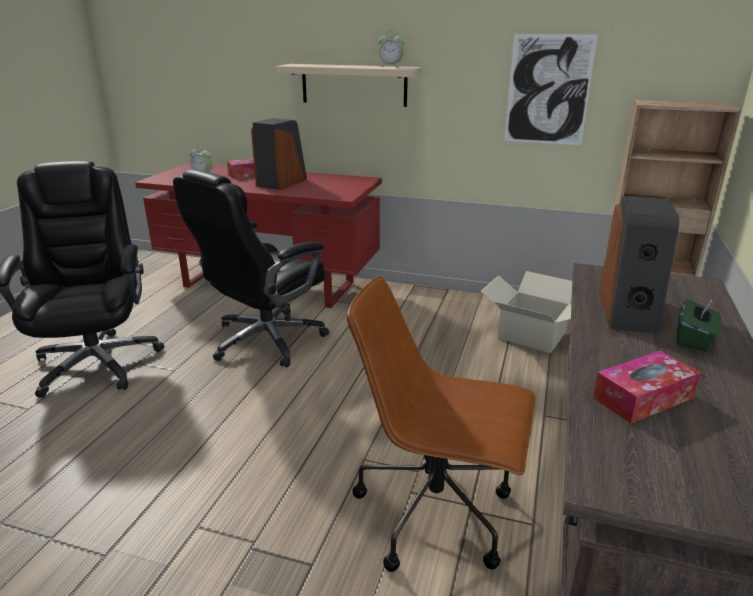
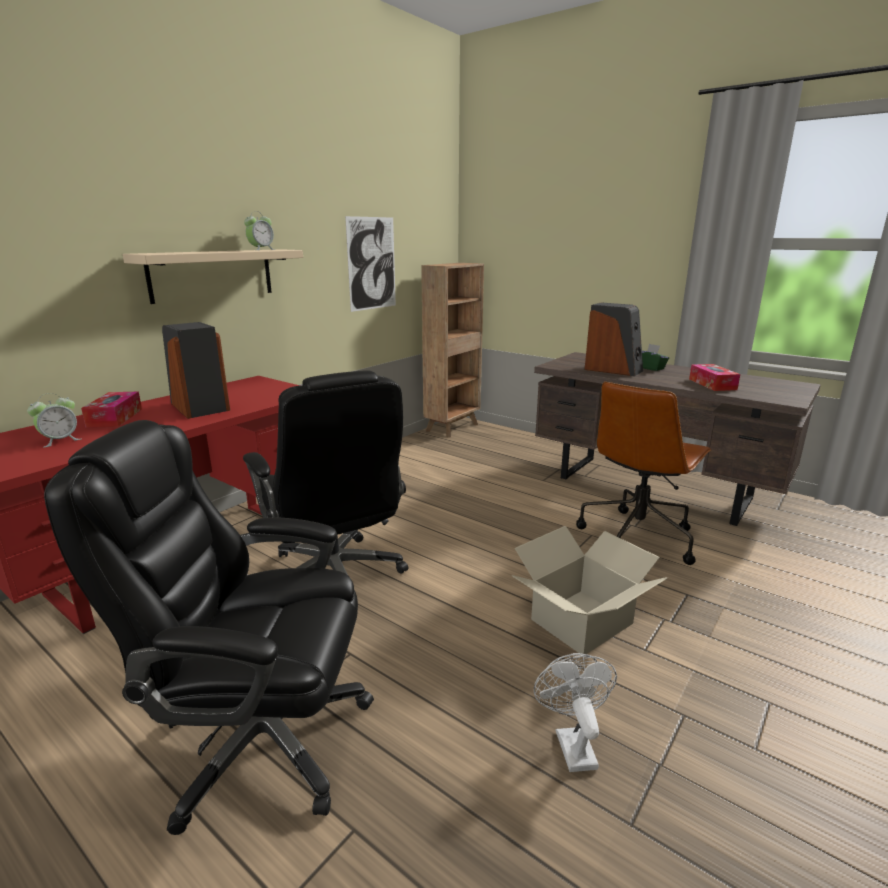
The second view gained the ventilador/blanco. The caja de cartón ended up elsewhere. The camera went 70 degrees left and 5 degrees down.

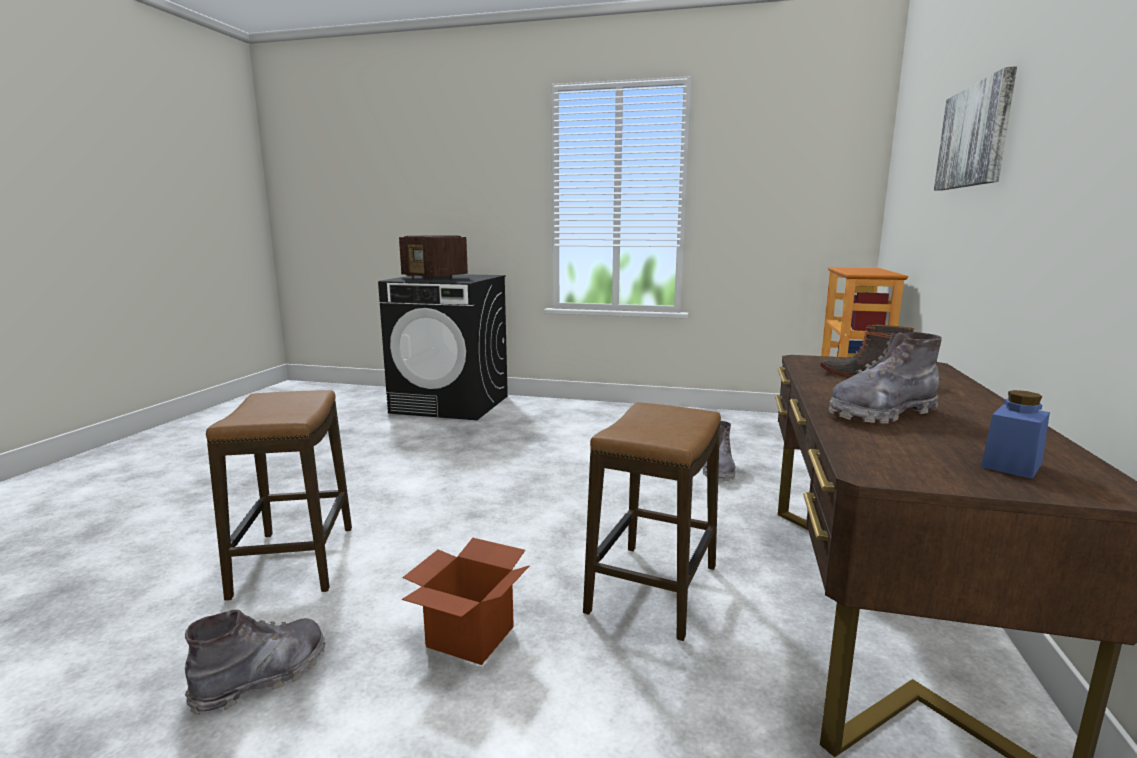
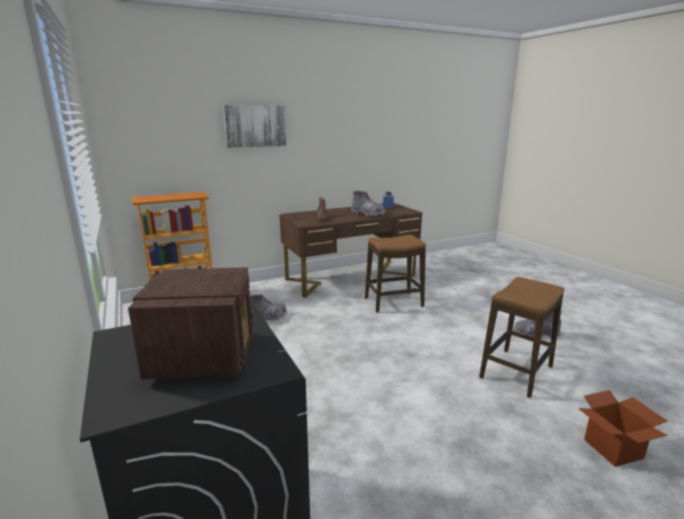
The caja de cartón ended up elsewhere. The camera went 130 degrees left and 5 degrees up.

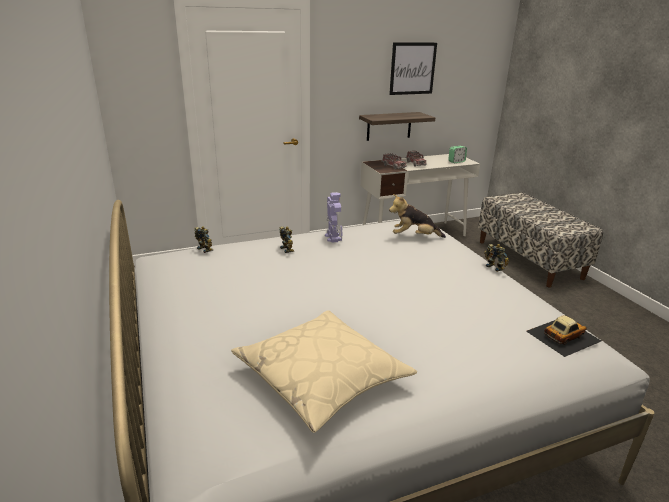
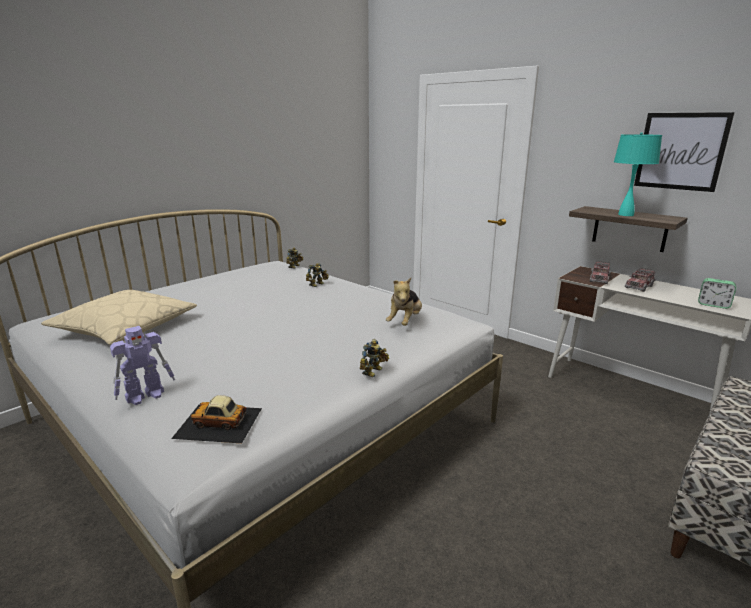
The second view gained the lámpara de mesa/turquesa. The robot de juguete (3rd from left in the first image) ended up elsewhere. The peluche ended up facing another way, 135 degrees counterclockwise from before. The coche de juguete ended up facing another way, 150 degrees clockwise from before. The camera went 65 degrees right and 5 degrees down.

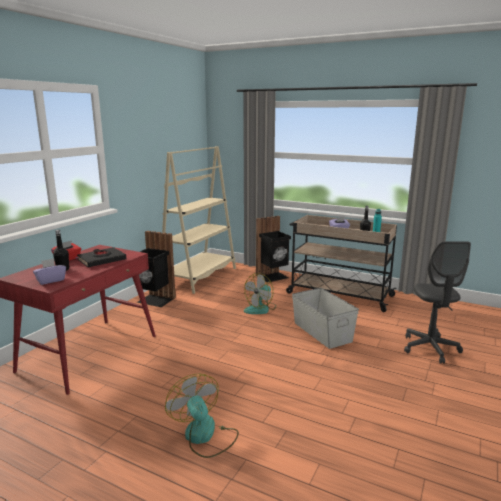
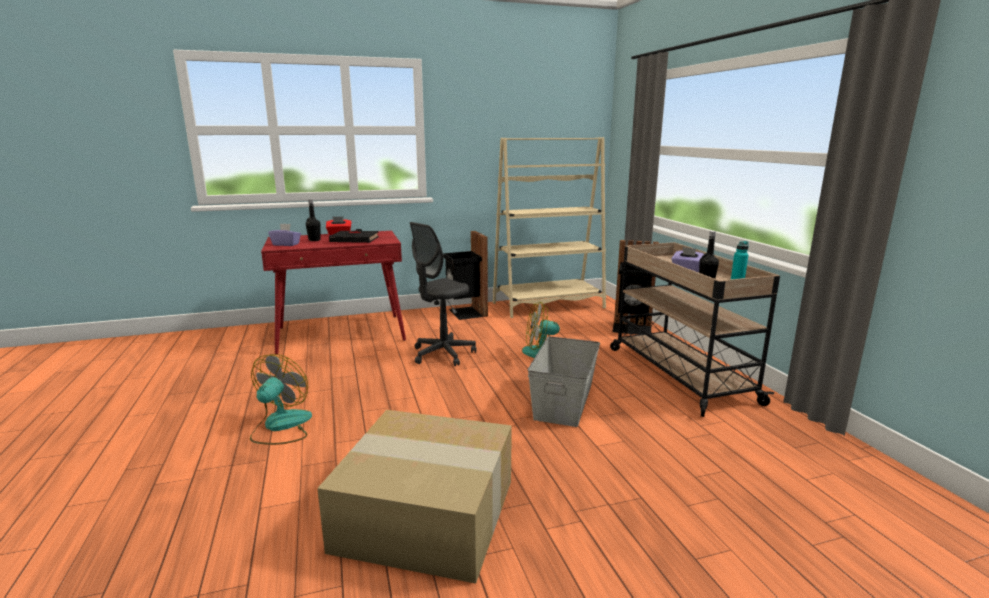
The second view gained the caja de cartón. The silla de oficina/gris ended up elsewhere. The camera went 45 degrees right and 0 degrees up.

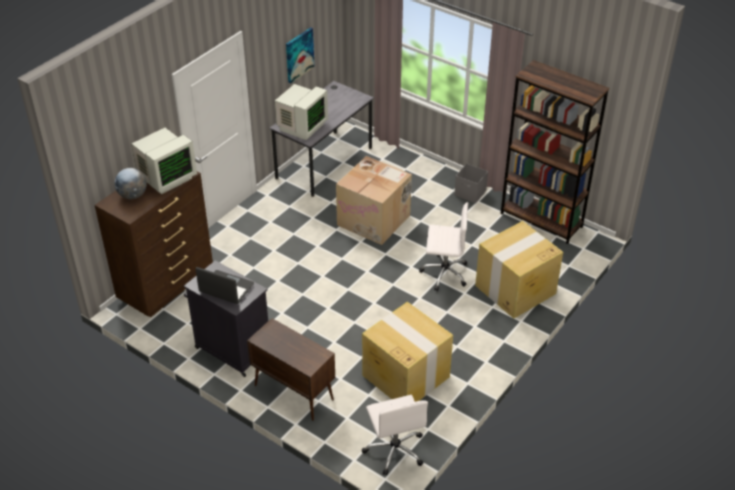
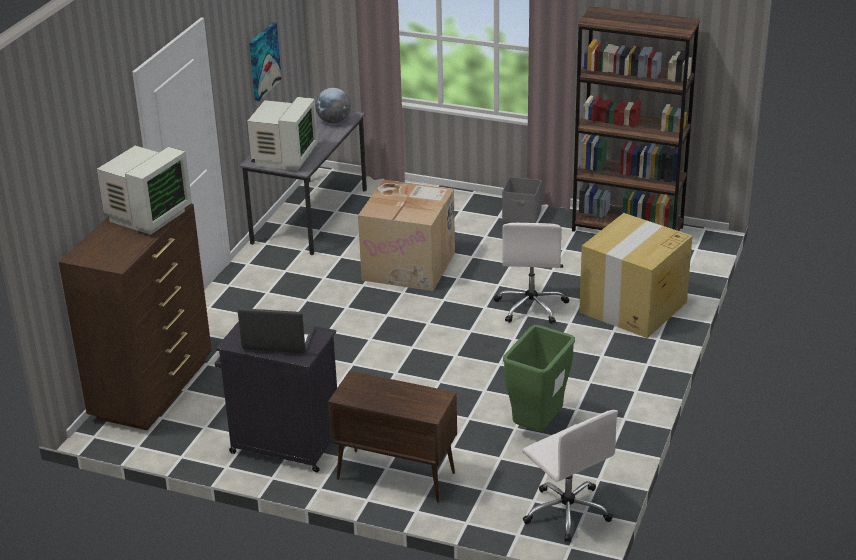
The globo terráqueo ended up elsewhere. Where the caja de cartón (2nd from left) stood, the papelera/verde came to stand. The silla de oficina/blanco (2nd from left in the first image) ended up facing another way, 105 degrees clockwise from before. The camera went 15 degrees left and 10 degrees down.

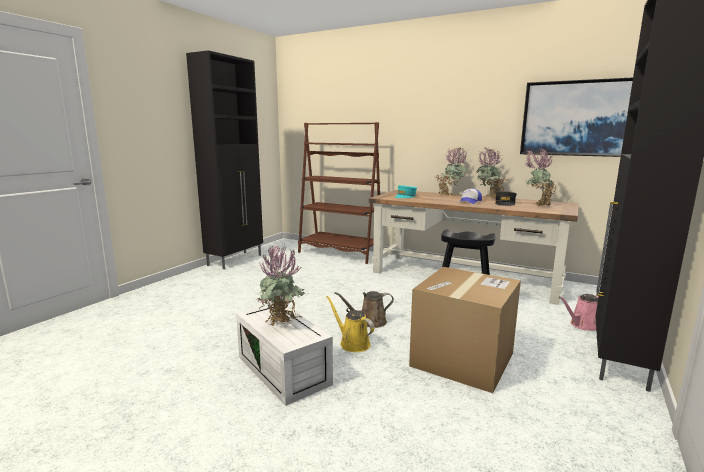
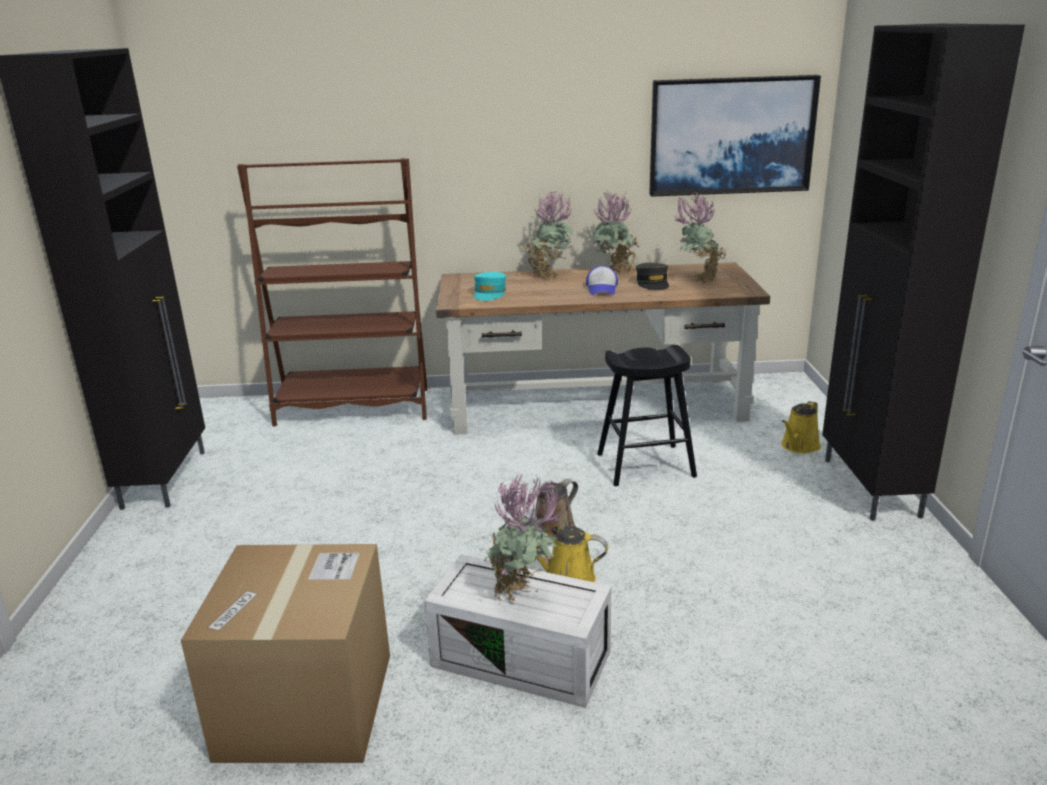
The caja de cartón ended up elsewhere. What was the regadera/rosa turned into the regadera/amarillo (2nd from left). The camera went 30 degrees left and 10 degrees up.

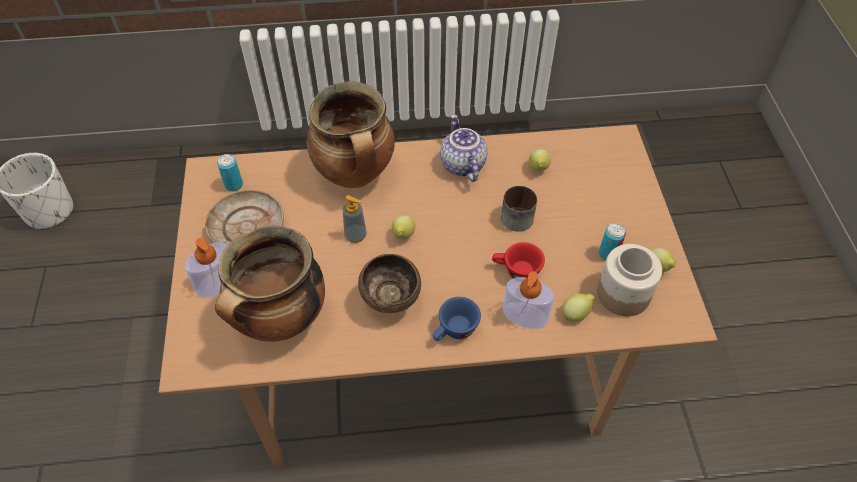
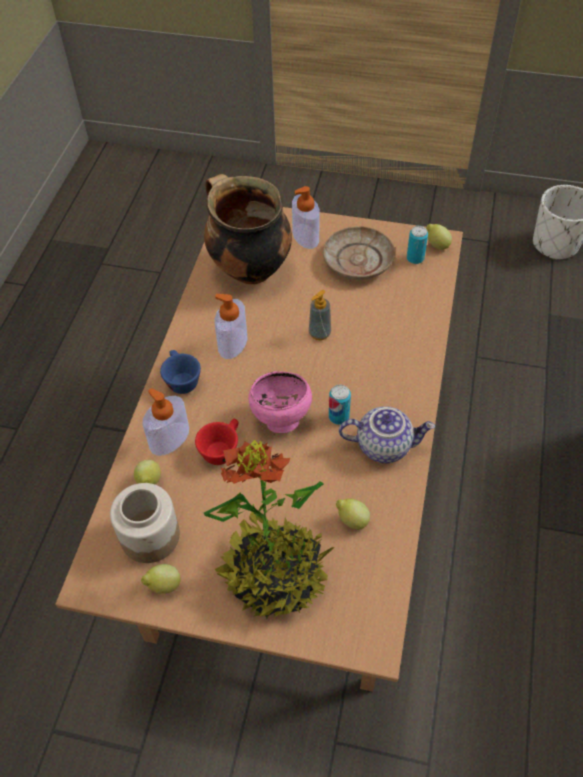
The second view lost the olla (2nd from left). The second view lost the taza grande. The second view gained the planta en maceta. The second view gained the cuenco/rosa. The limón (1st from left in the first image) ended up elsewhere. The lata (2nd from left in the first image) ended up elsewhere. Where the cuenco/marrón stood, the dispensador de jabón (2nd from left) came to stand. The camera went 110 degrees right and 0 degrees up.

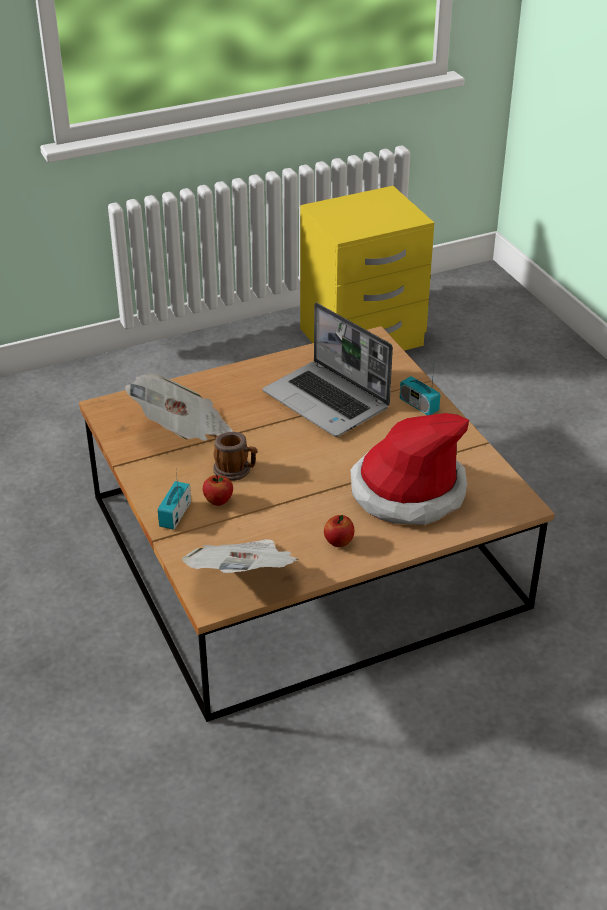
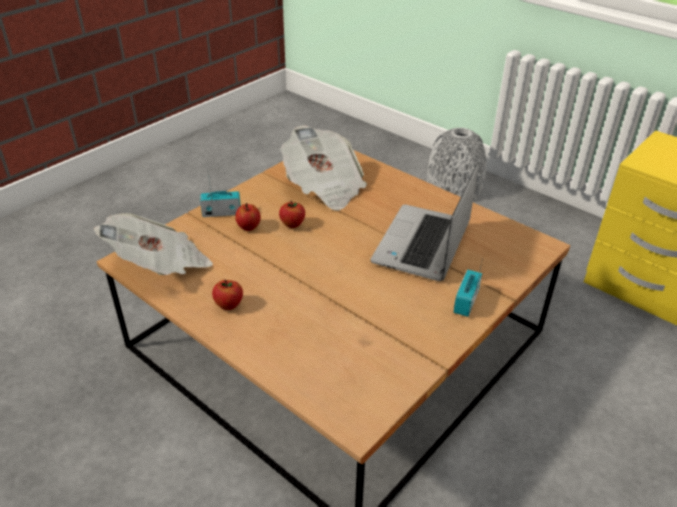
The second view lost the sombrero. The second view gained the florero/gris. Where the taza grande stood, the manzana (3rd from left) came to stand. The camera went 65 degrees right and 0 degrees up.

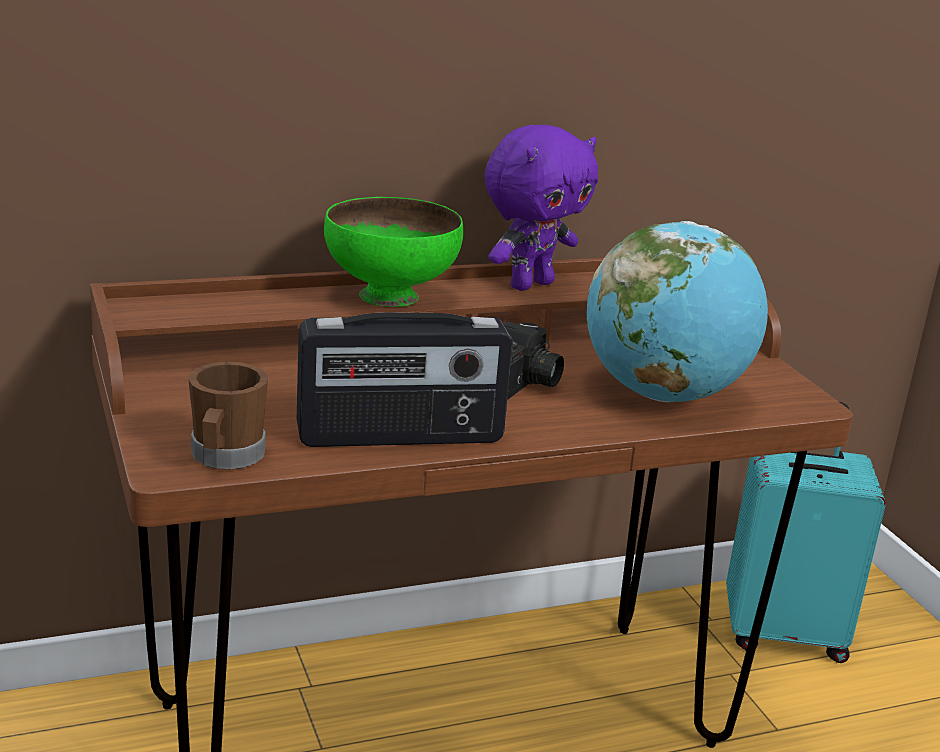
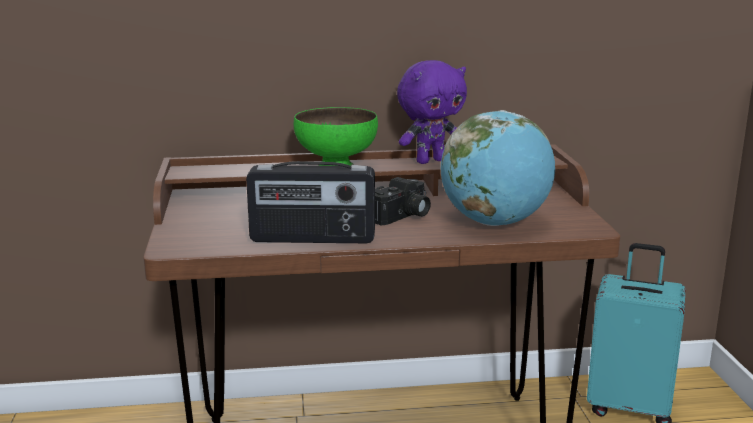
The second view lost the taza grande/marrón. The camera went 15 degrees right and 5 degrees down.

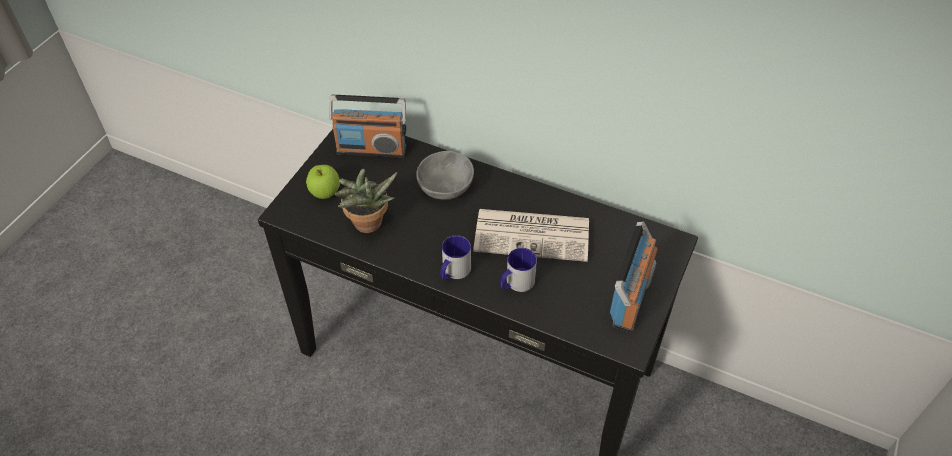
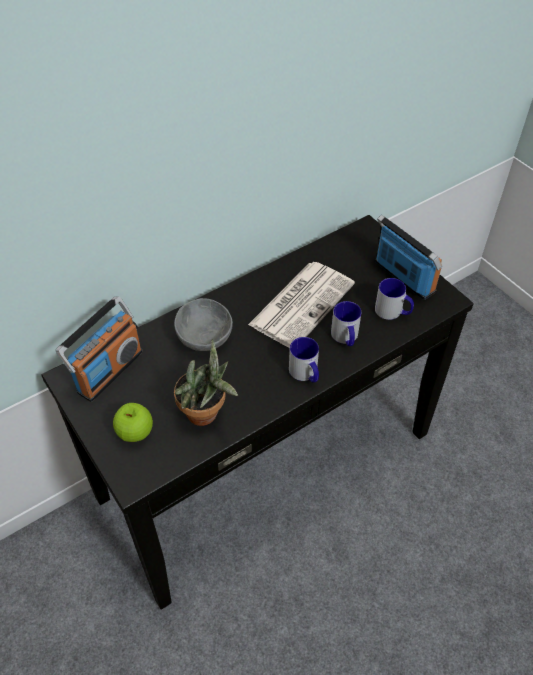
The second view gained the taza grande (3rd from left). The camera went 60 degrees left and 0 degrees up.

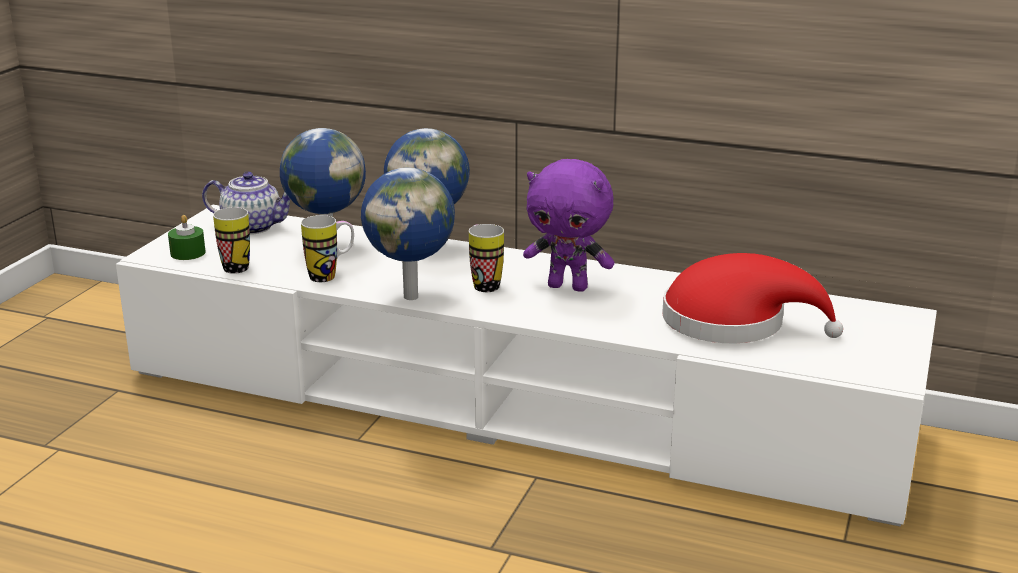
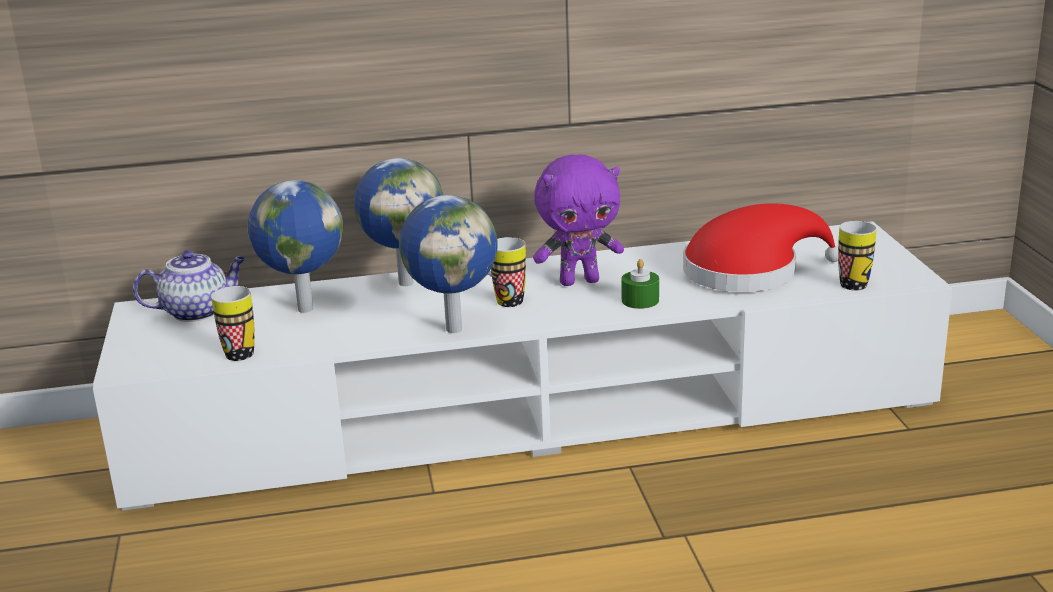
The vela/verde ended up elsewhere. The taza grande (2nd from left in the first image) ended up elsewhere. The camera went 30 degrees left and 0 degrees up.

